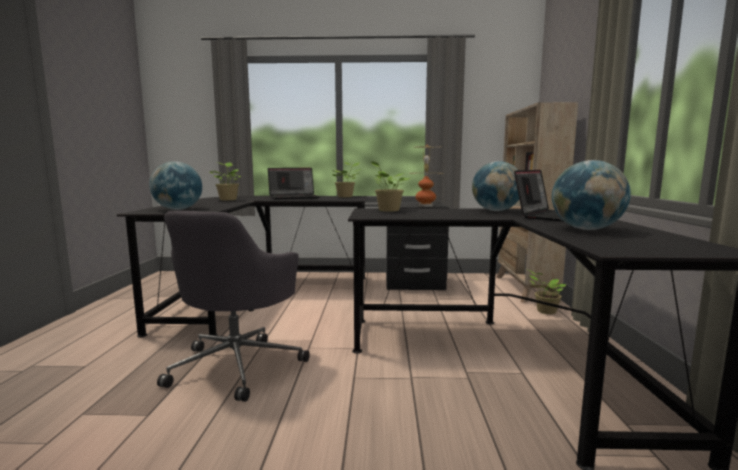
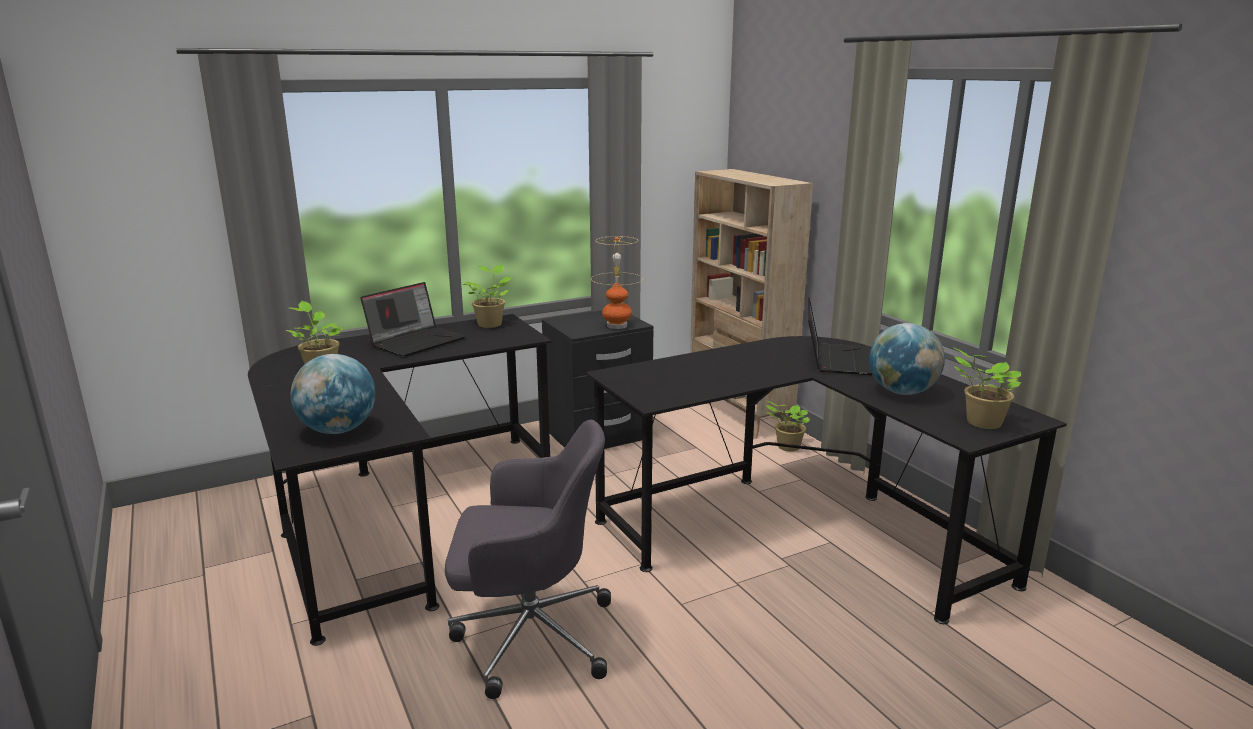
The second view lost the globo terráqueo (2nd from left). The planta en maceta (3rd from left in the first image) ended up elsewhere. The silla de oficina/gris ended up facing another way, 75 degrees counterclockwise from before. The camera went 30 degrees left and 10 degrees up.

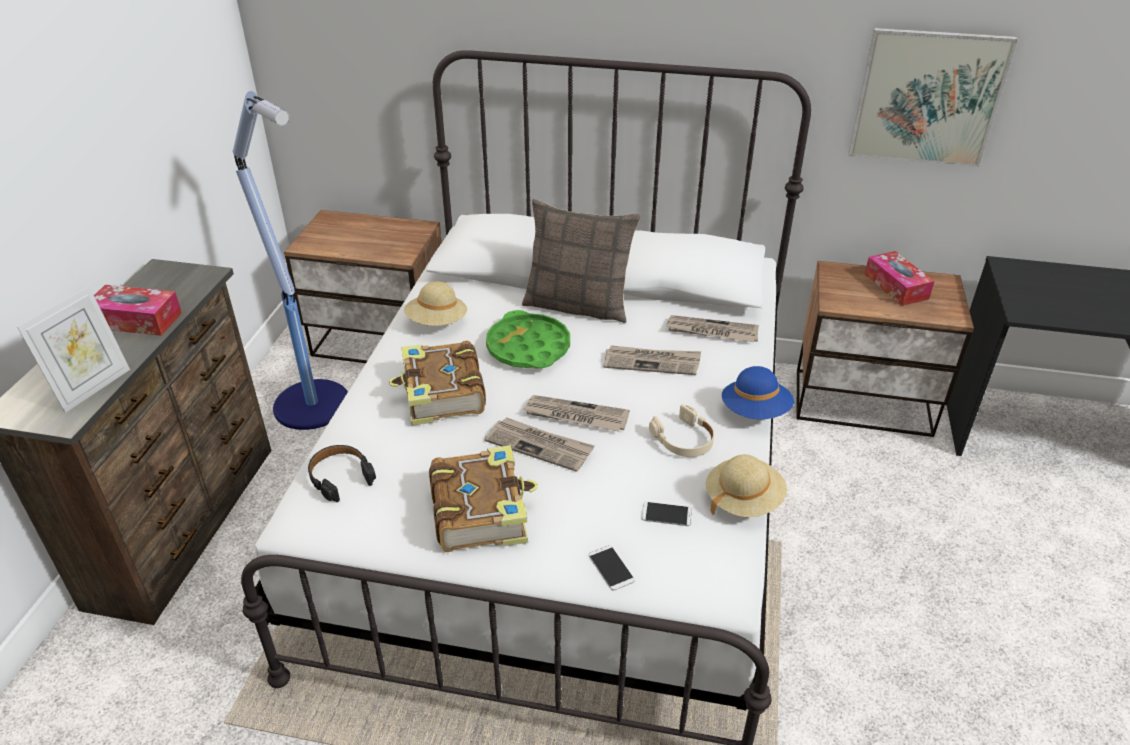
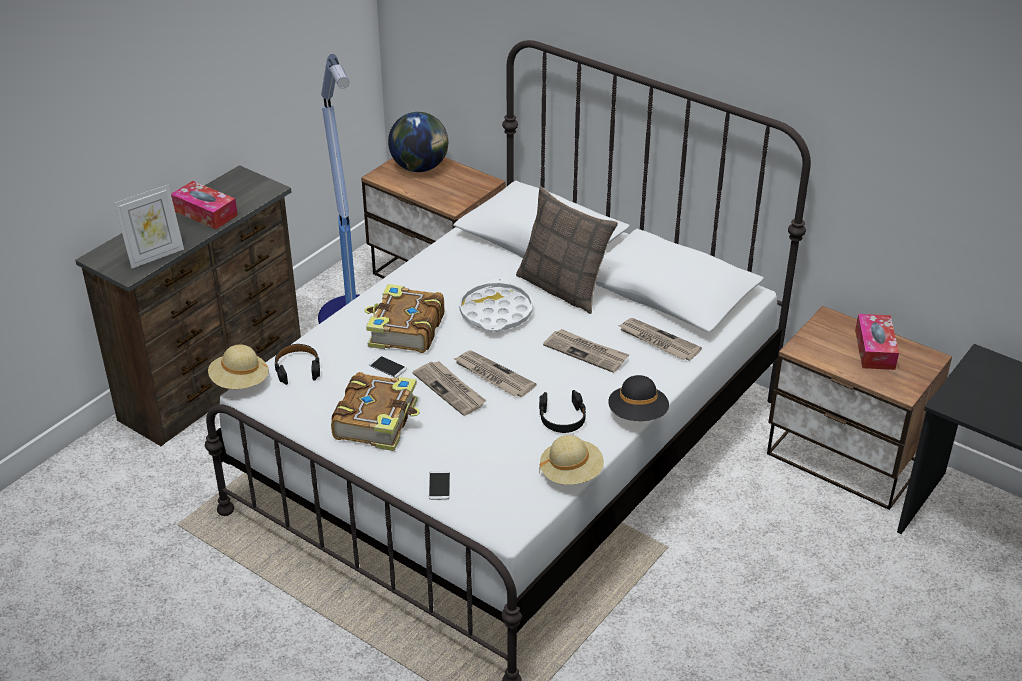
The second view lost the cuadro. The second view gained the globo terráqueo. The sombrero/beis (1st from left) ended up elsewhere. The móvil (2nd from left in the first image) ended up elsewhere. What was the bandeja/verde turned into the bandeja/blanco. What was the auriculares/beis turned into the auriculares/negro (2nd from left). What was the sombrero/azul turned into the sombrero/negro. The camera went 25 degrees right and 0 degrees up.

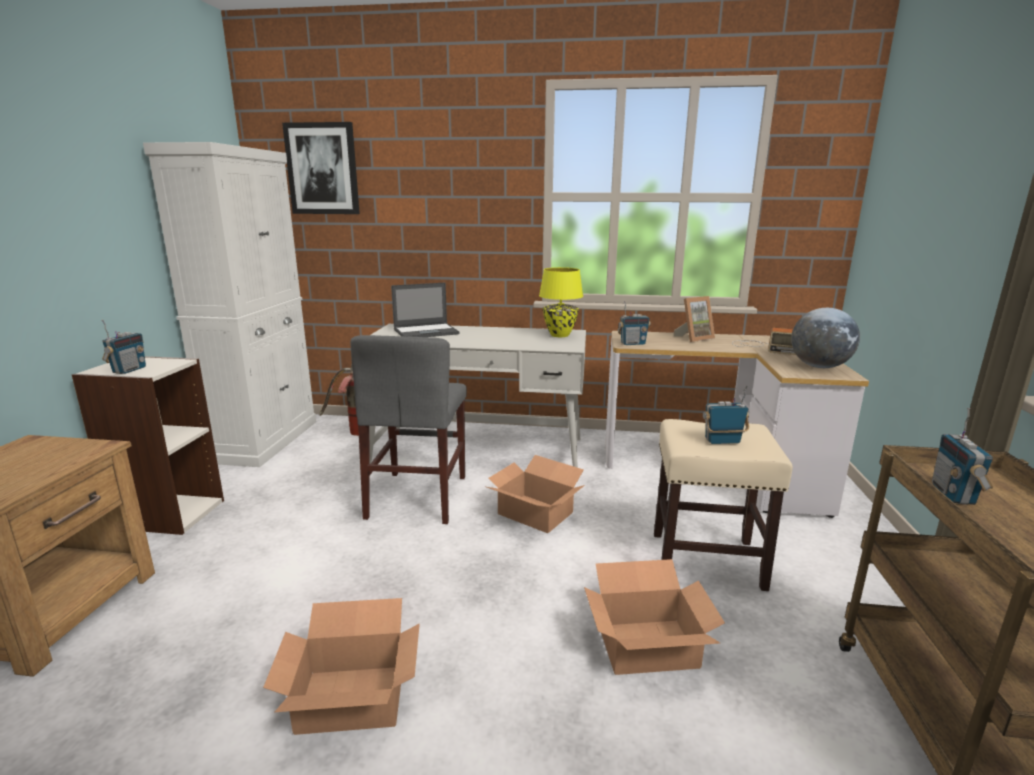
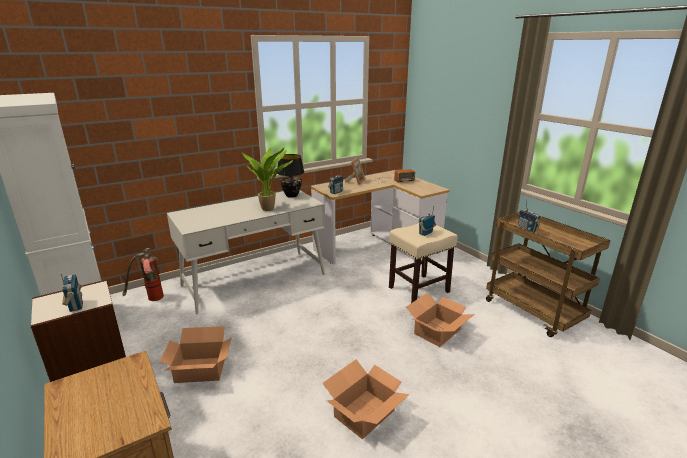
The second view lost the cuadro. The second view lost the silla/gris. The second view lost the portátil. The second view lost the globo terráqueo. The second view gained the planta en maceta. The caja de cartón (2nd from left in the first image) ended up elsewhere. What was the lámpara de mesa/amarillo turned into the lámpara de mesa/negro. The camera went 40 degrees left and 5 degrees up.

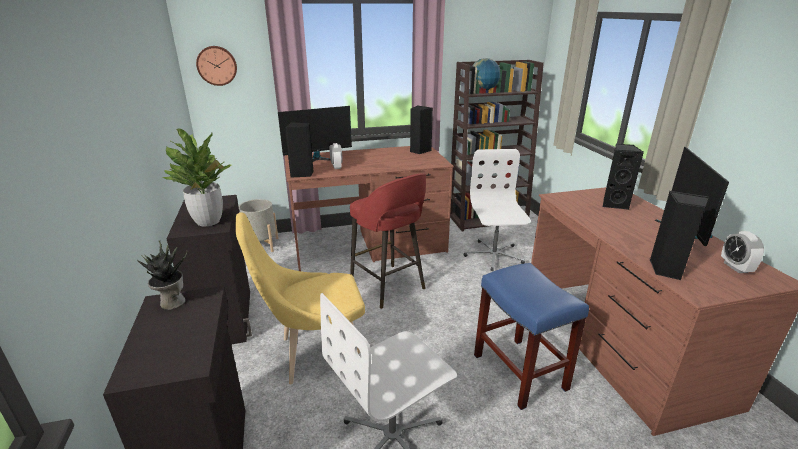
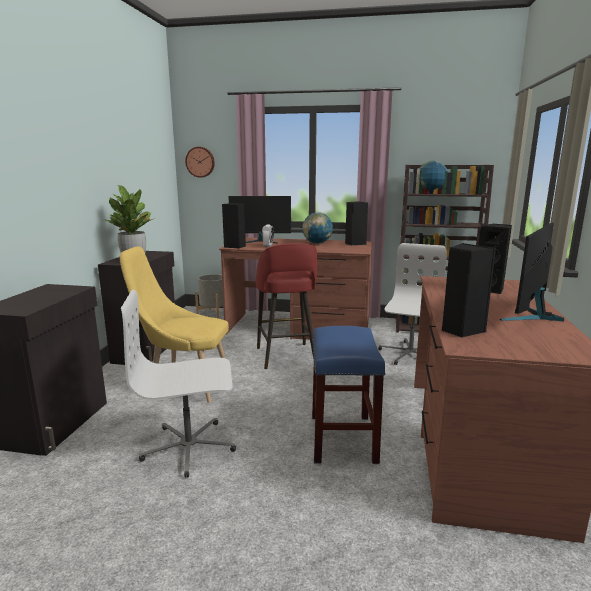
The second view lost the planta en maceta (1st from left). The second view lost the despertador (2nd from left). The second view gained the globo terráqueo (1st from left). The camera went 25 degrees right and 10 degrees down.

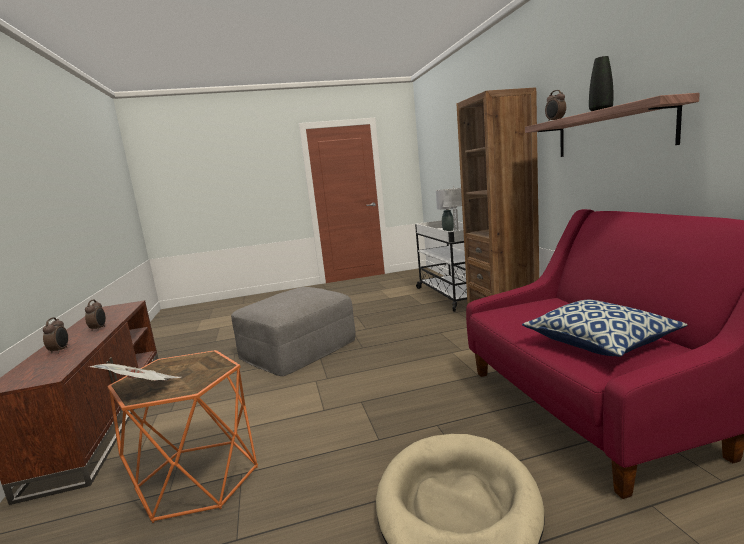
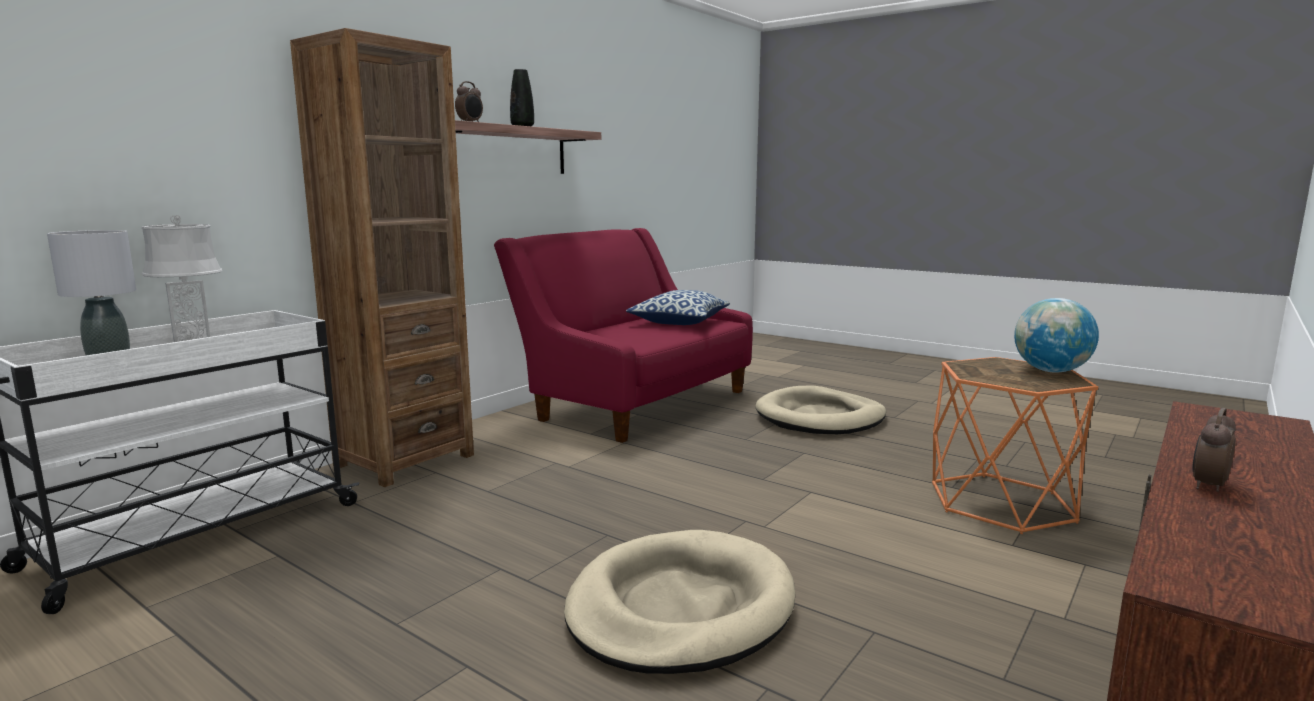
The second view lost the despertador (1st from left). Where the periódico stood, the globo terráqueo came to stand. Where the puf/gris stood, the cama para perro/beis (1st from left) came to stand. The camera went 130 degrees left and 0 degrees up.

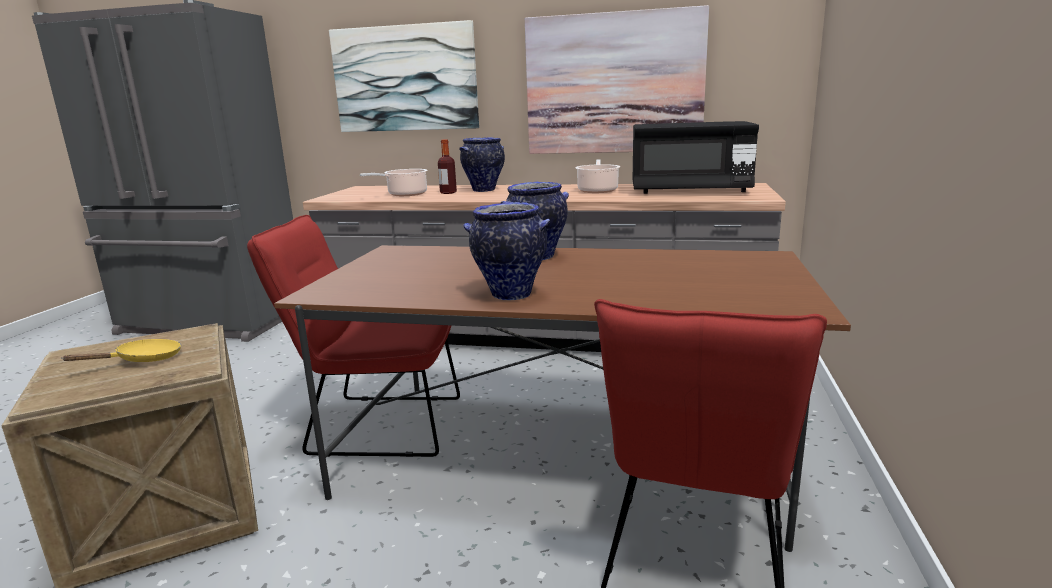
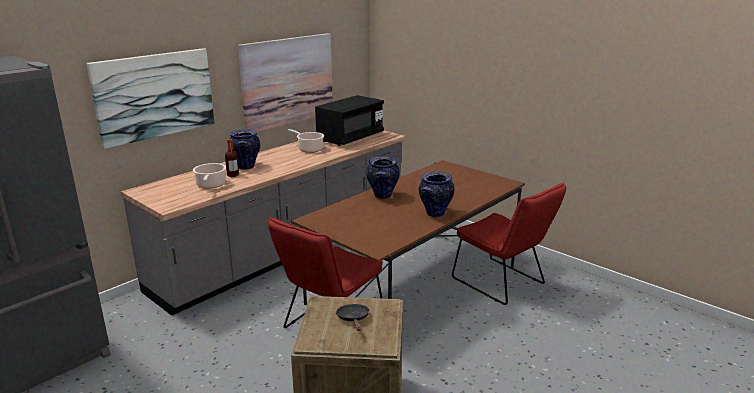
What was the sartén/amarillo turned into the sartén/negro. The camera went 60 degrees left and 5 degrees up.

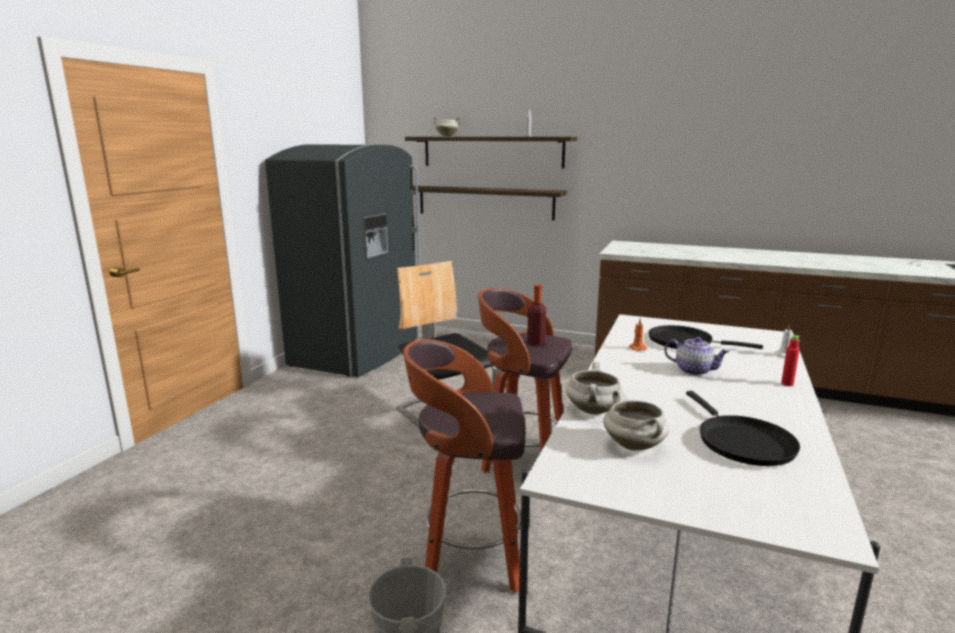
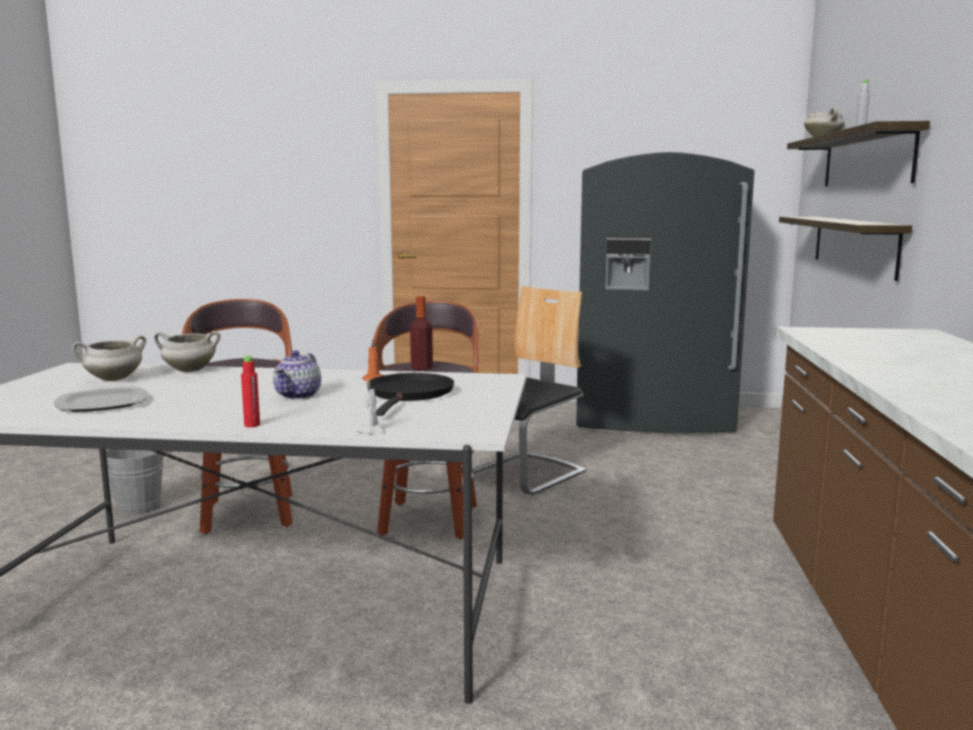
Where the sartén/negro (2nd from left) stood, the plato came to stand. The camera went 75 degrees right and 5 degrees down.

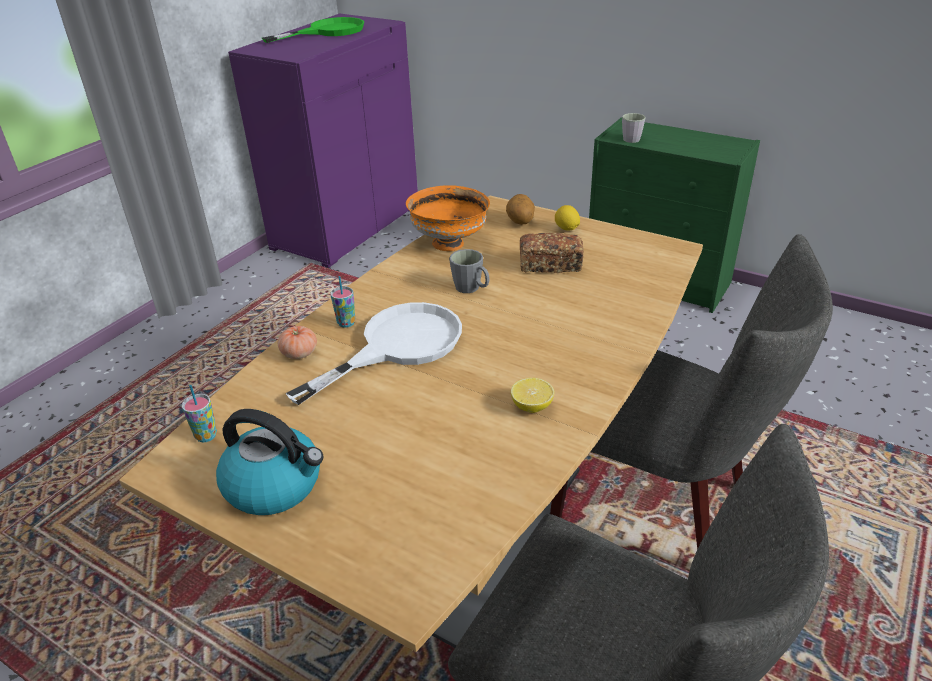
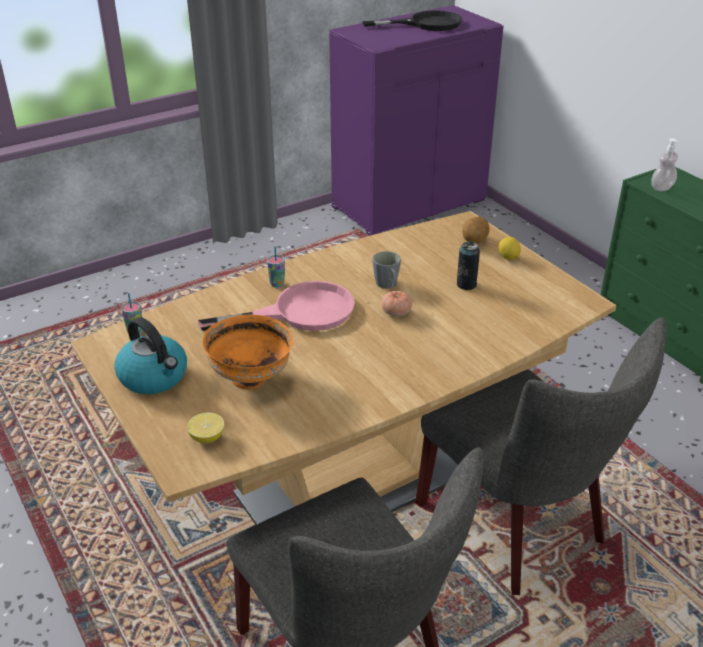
The tomate ended up elsewhere. The cuenco/naranja ended up elsewhere. The limón (1st from left) ended up elsewhere. Where the pan stood, the lata came to stand. Where the taza grande/gris (2nd from left) stood, the dispensador de jabón came to stand. What was the sartén/verde turned into the sartén/negro. What was the sartén/blanco turned into the sartén/rosa. The camera went 25 degrees right and 0 degrees up.

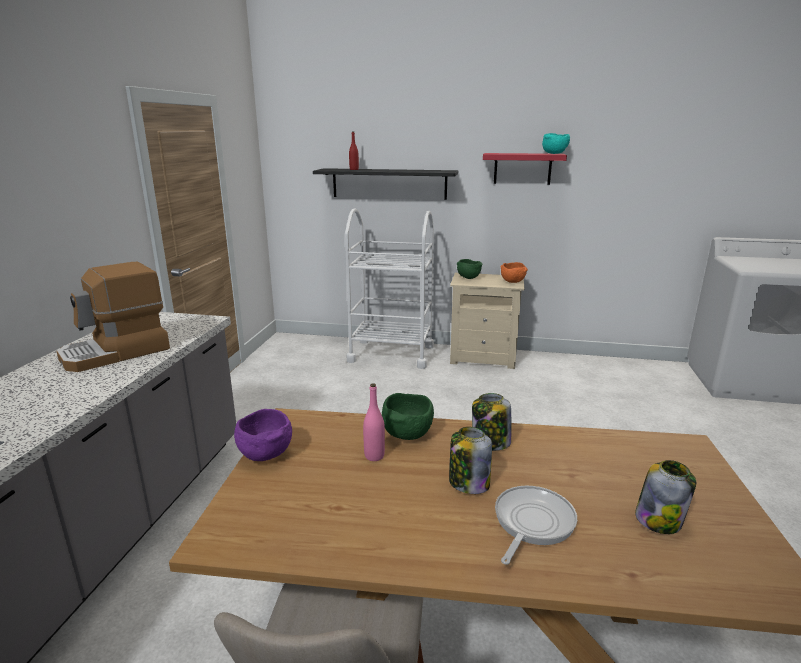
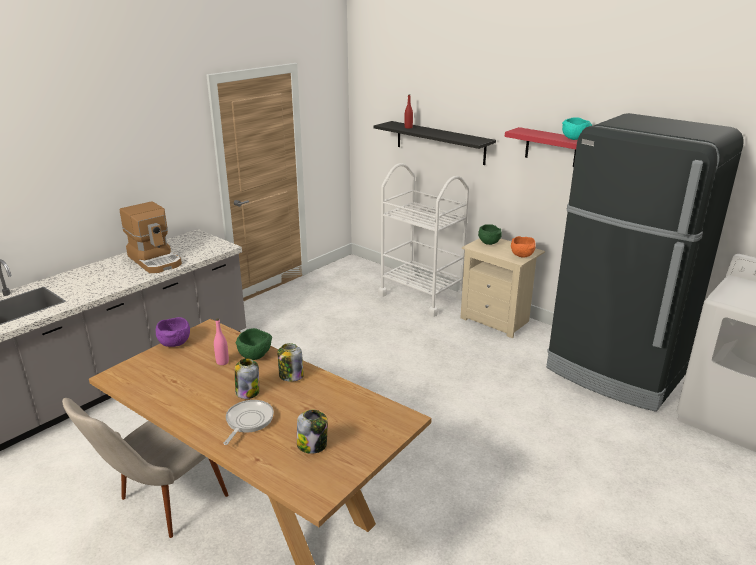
The second view gained the nevera/negro. The cafetera ended up facing another way, 120 degrees counterclockwise from before. The sartén ended up facing another way, 45 degrees counterclockwise from before. The camera went 30 degrees right and 5 degrees up.

